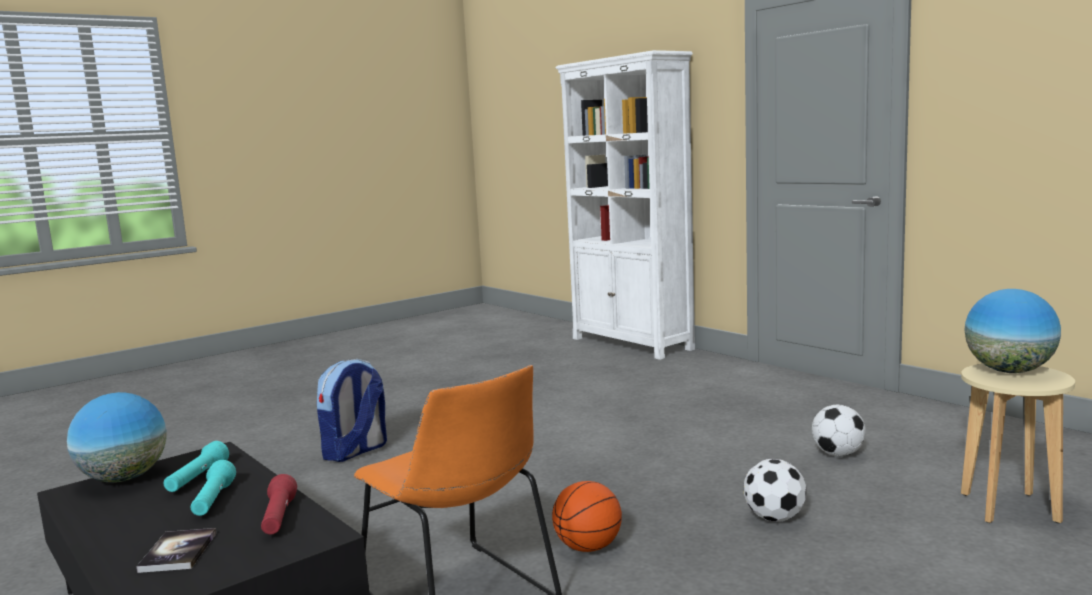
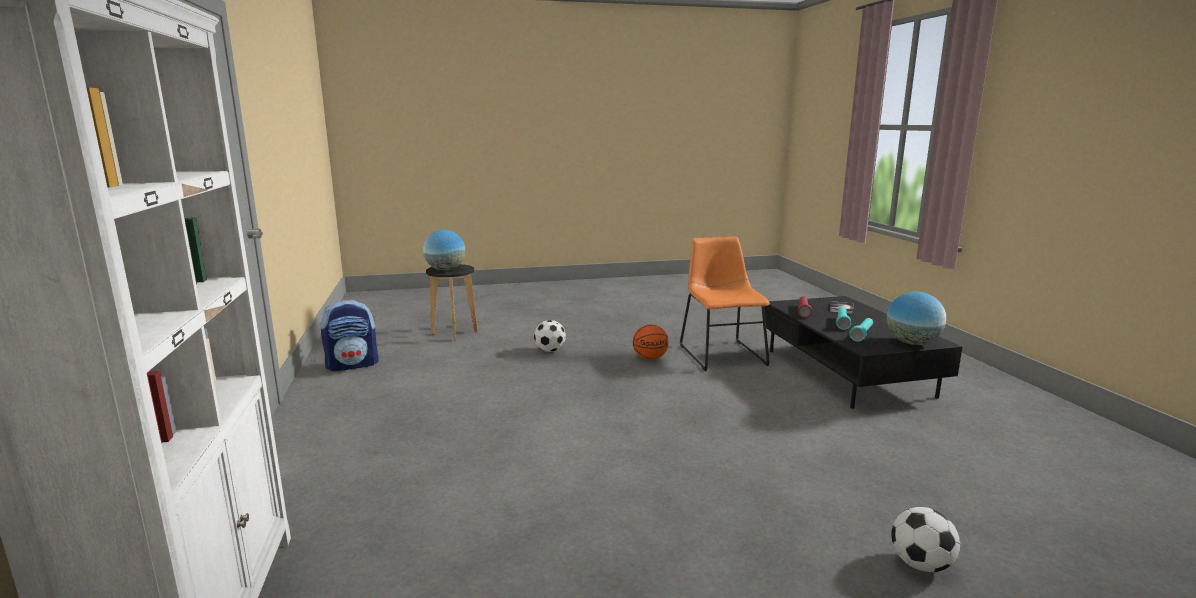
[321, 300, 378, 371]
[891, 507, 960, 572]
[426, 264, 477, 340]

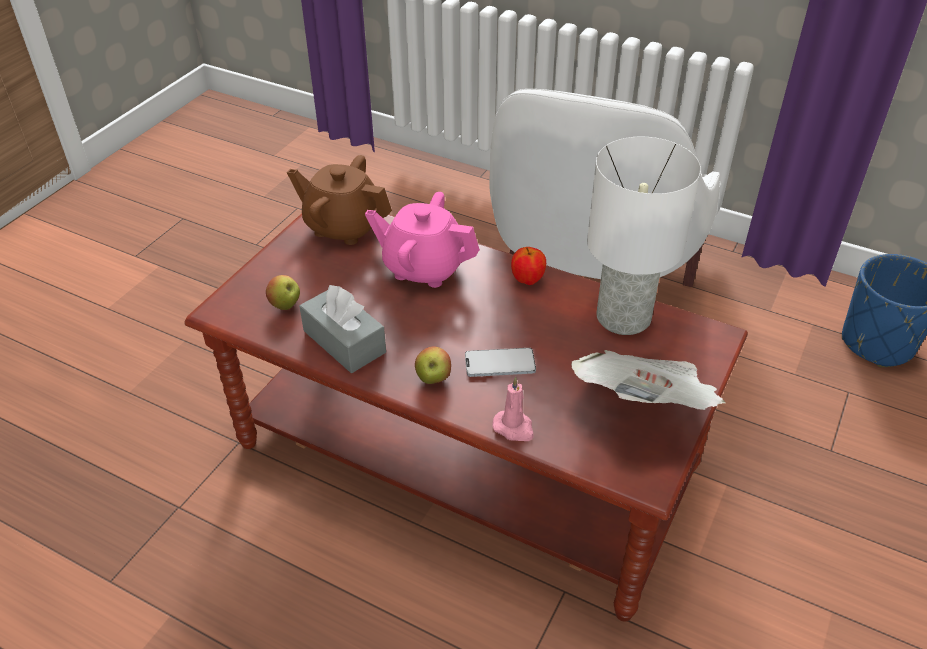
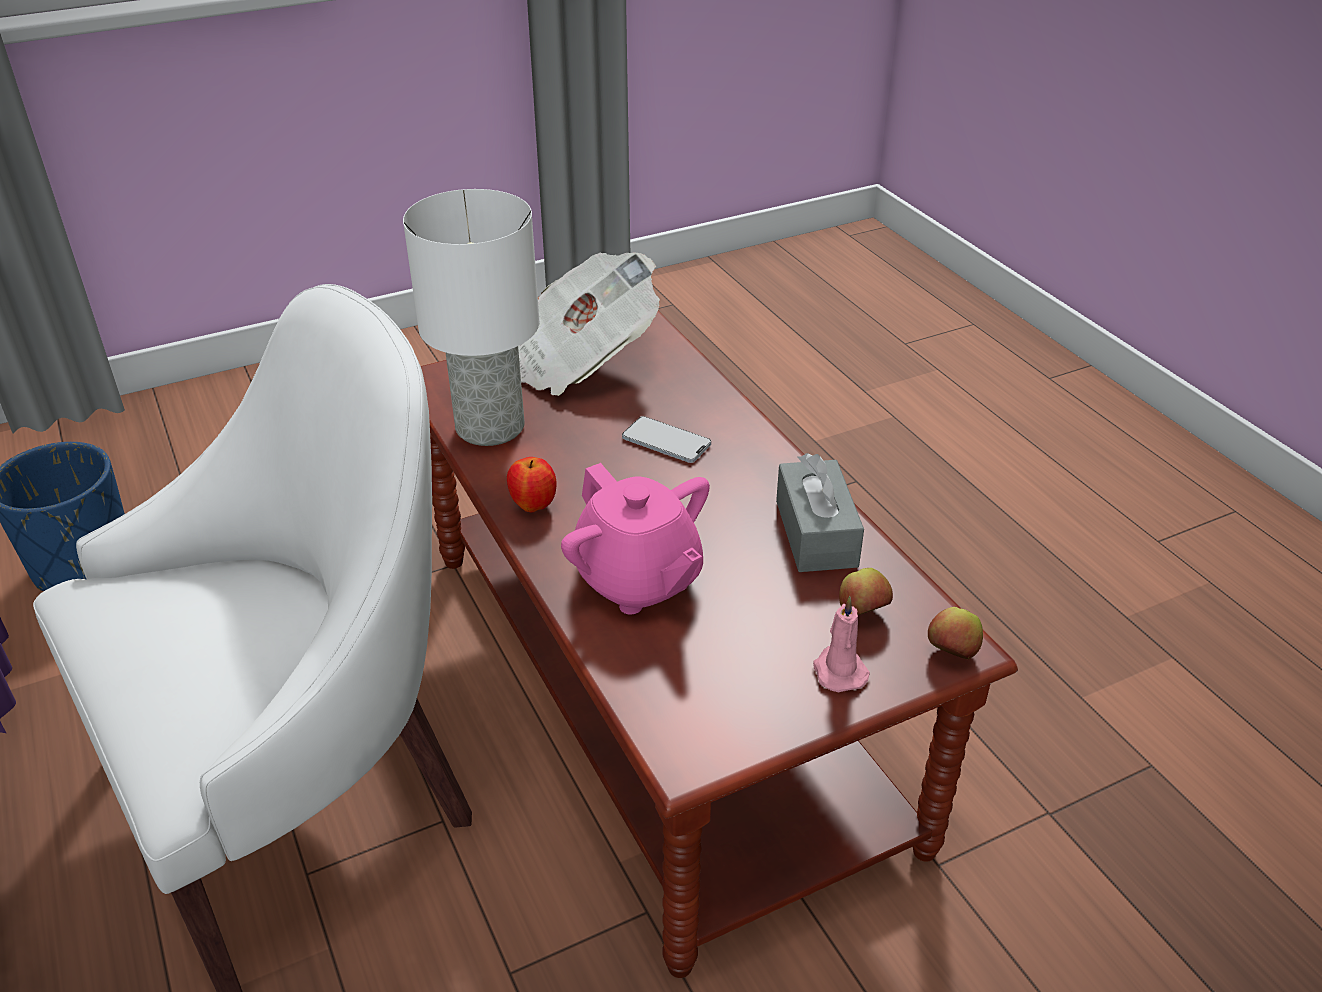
[287, 155, 392, 245] (first image)
[928, 607, 983, 659]
[813, 596, 870, 692]

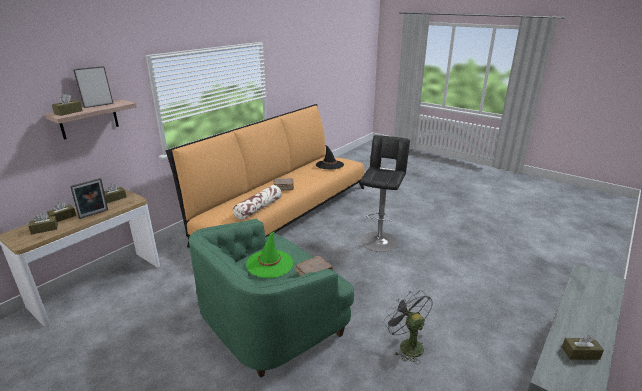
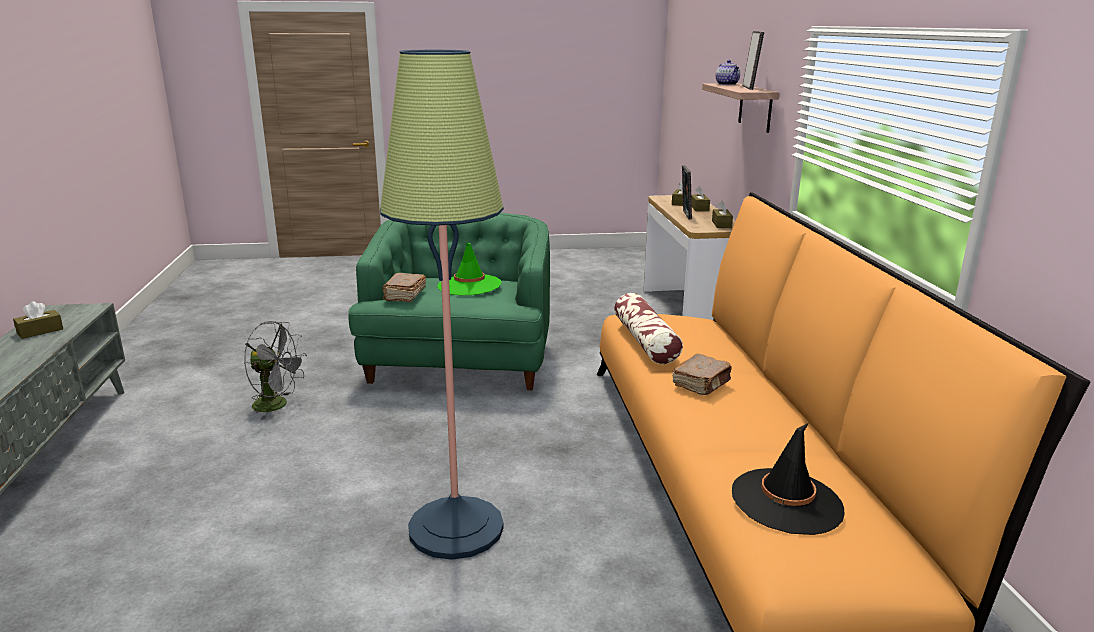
[715, 60, 740, 85]
[380, 50, 504, 560]

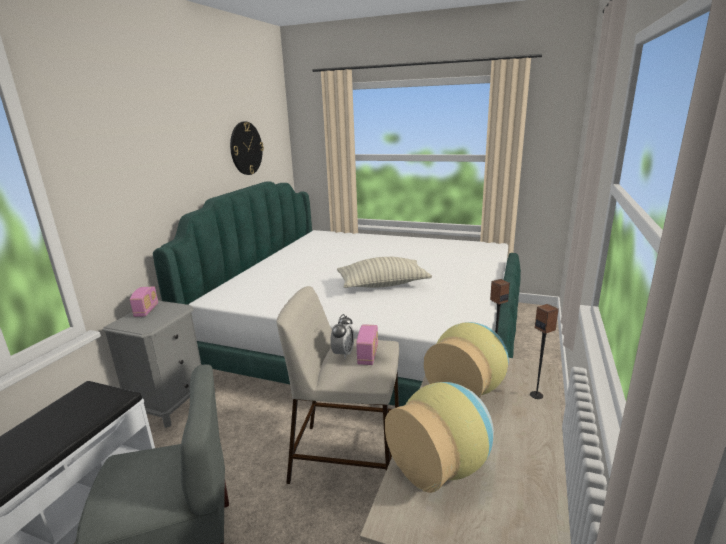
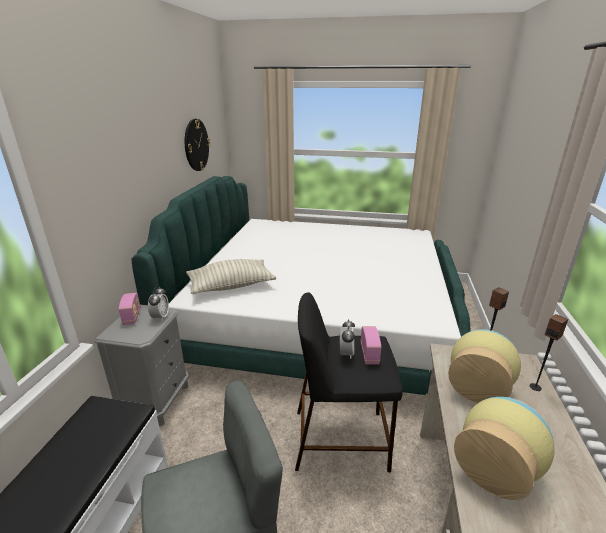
[148, 286, 169, 321]
[186, 259, 276, 294]
[295, 292, 403, 472]

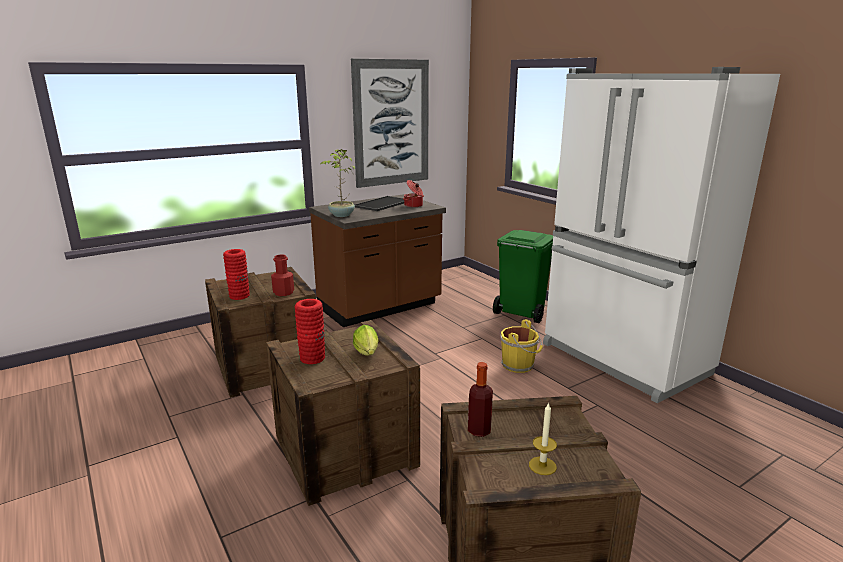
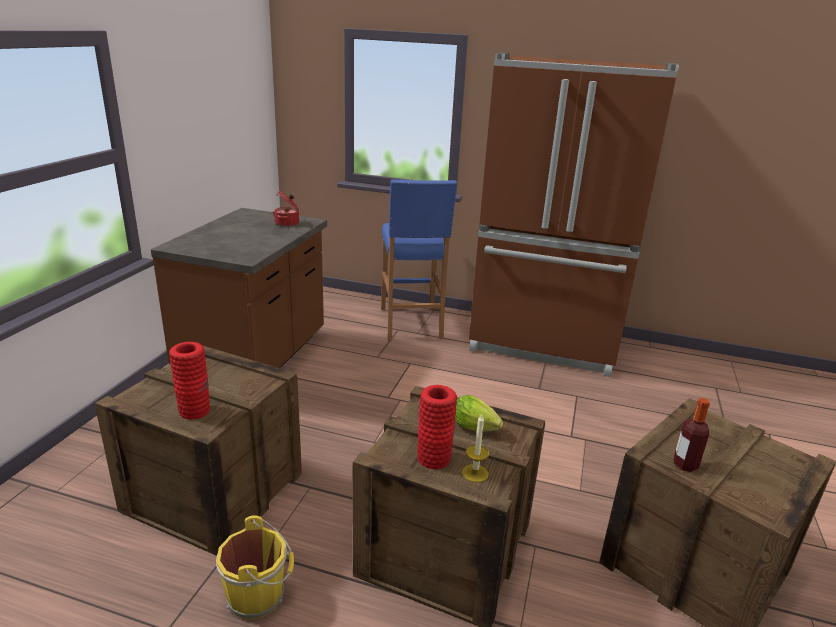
[271, 254, 294, 296] (first image)
[321, 149, 355, 217] (first image)
[351, 58, 429, 188] (first image)
[354, 196, 404, 211] (first image)
[216, 515, 294, 620]
[462, 413, 489, 482]
[381, 179, 457, 340]
[469, 53, 679, 377]

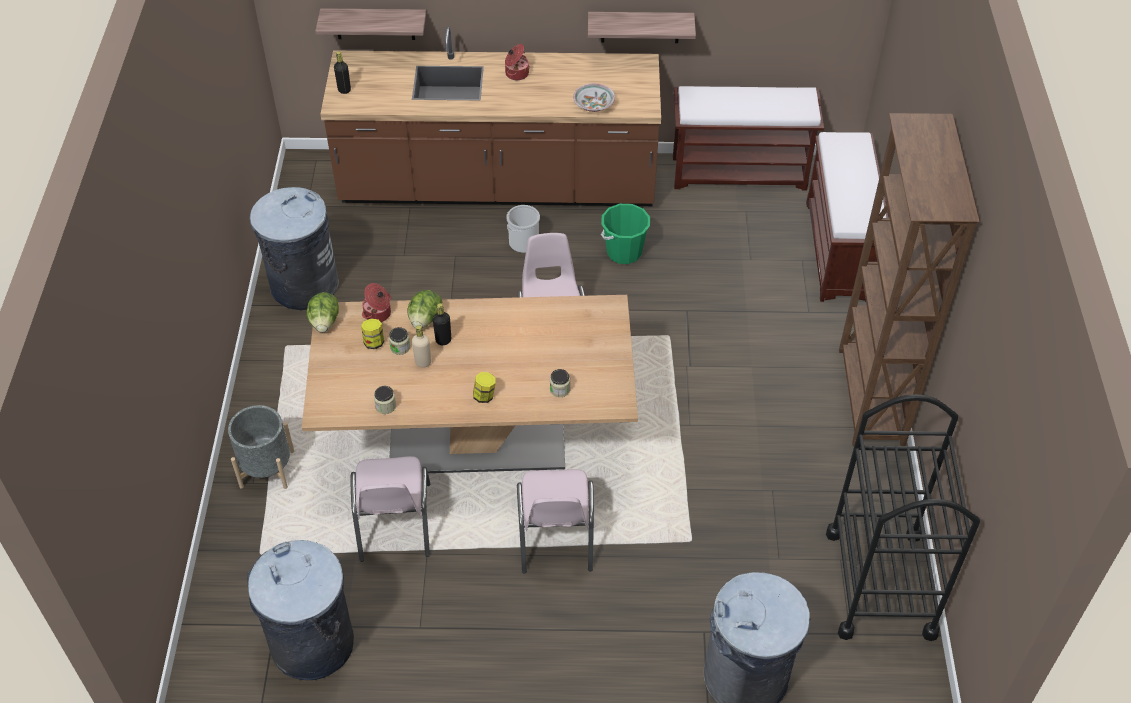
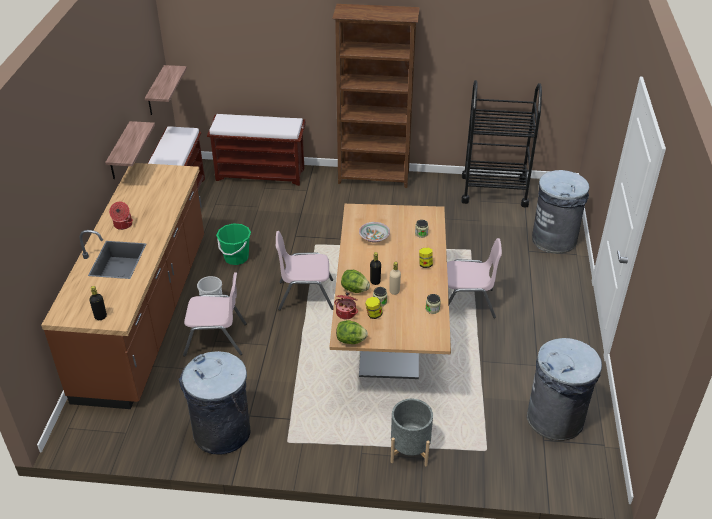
[145, 65, 187, 115]
[183, 272, 247, 357]
[359, 222, 390, 243]

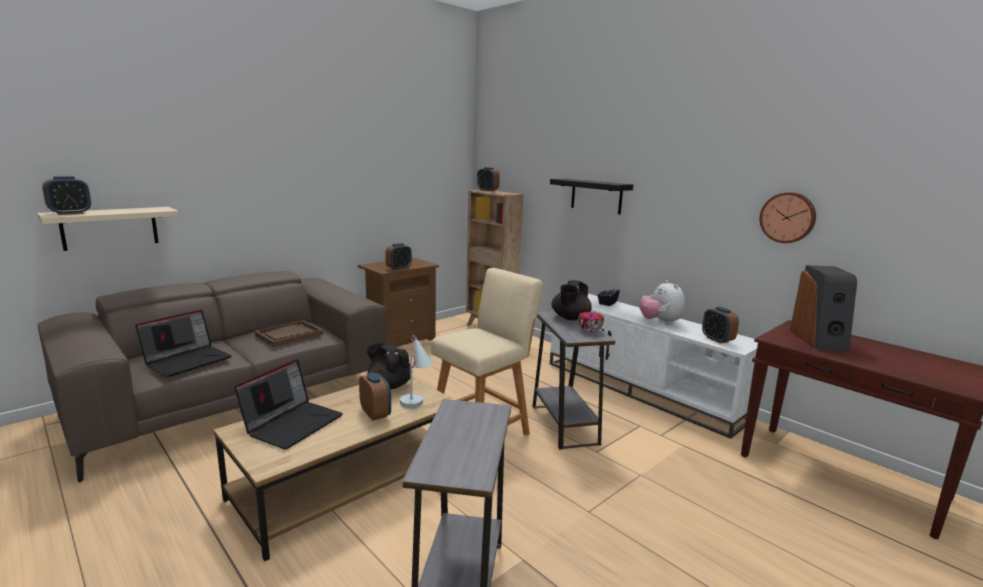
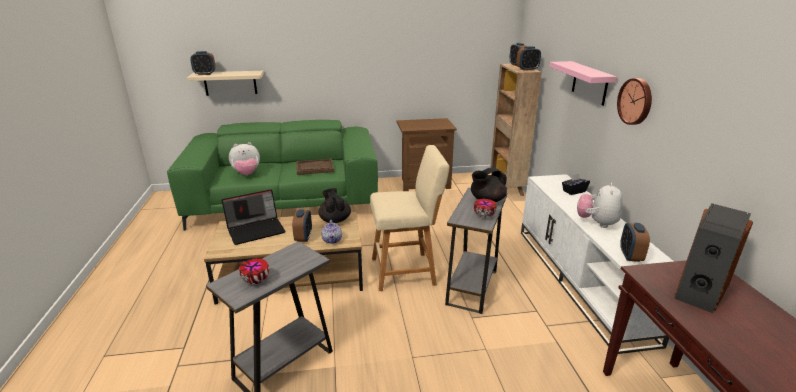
[239, 258, 269, 284]
[516, 46, 541, 71]
[617, 78, 652, 125]
[229, 142, 260, 175]
[321, 220, 342, 244]
[167, 120, 378, 231]
[549, 61, 617, 106]

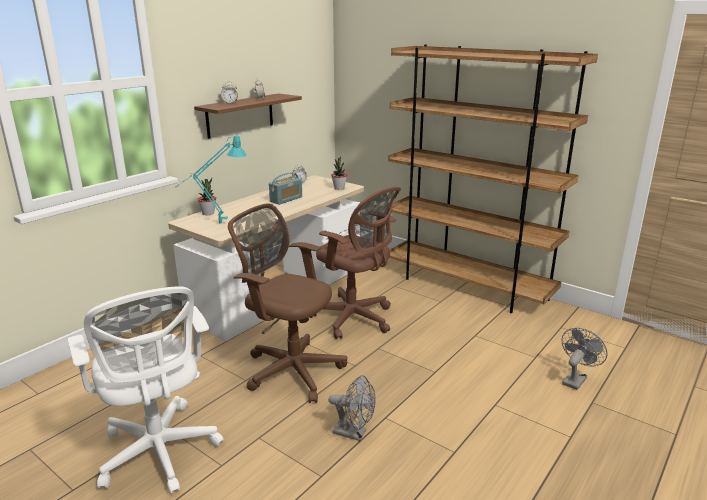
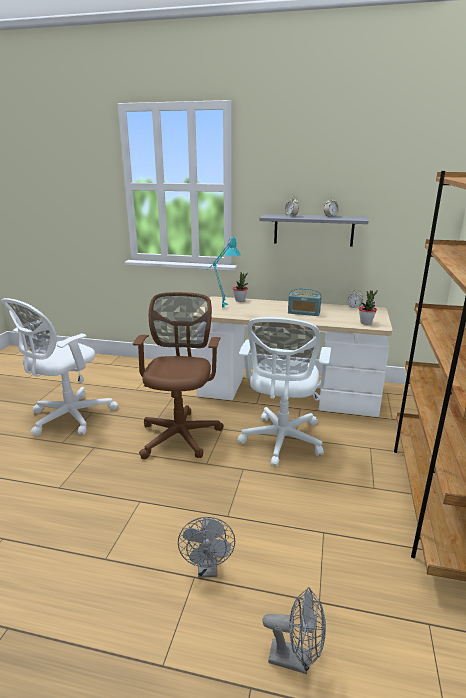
[178, 517, 235, 578]
[260, 214, 368, 247]
[237, 317, 331, 467]

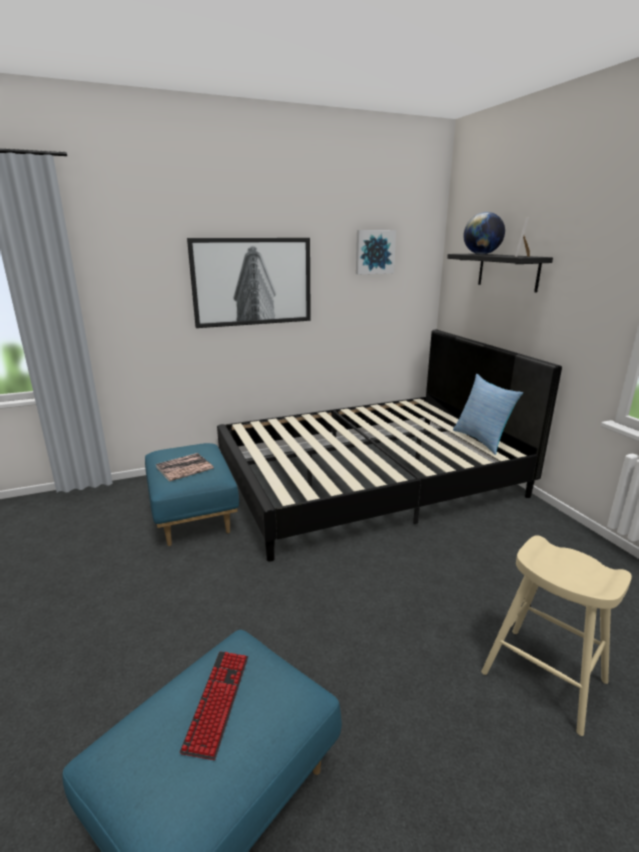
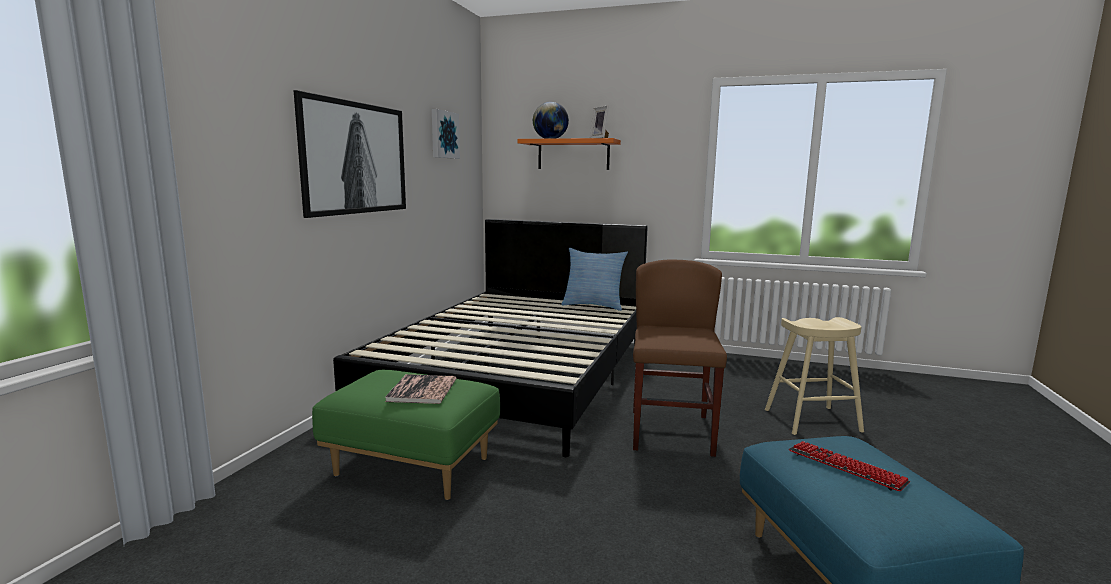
[633, 259, 727, 457]
[312, 370, 500, 500]
[518, 138, 621, 170]

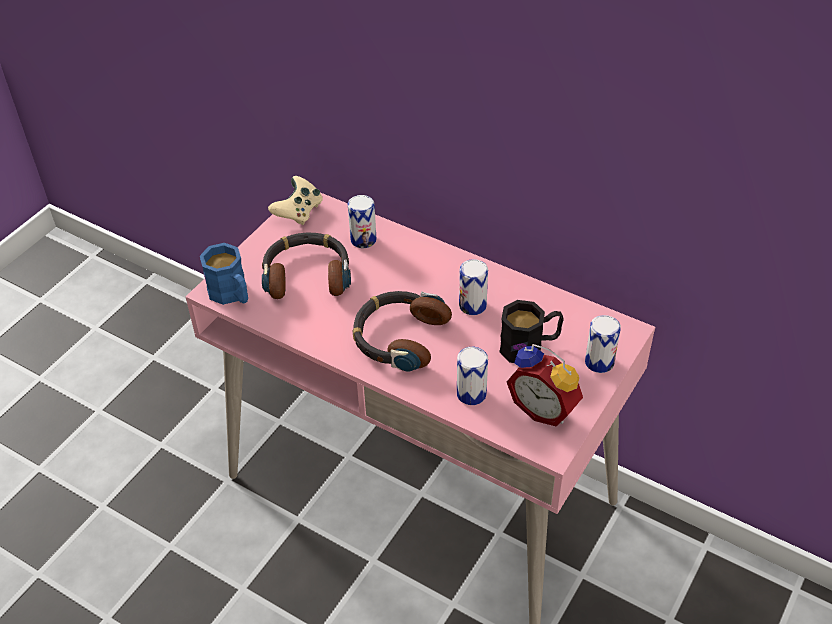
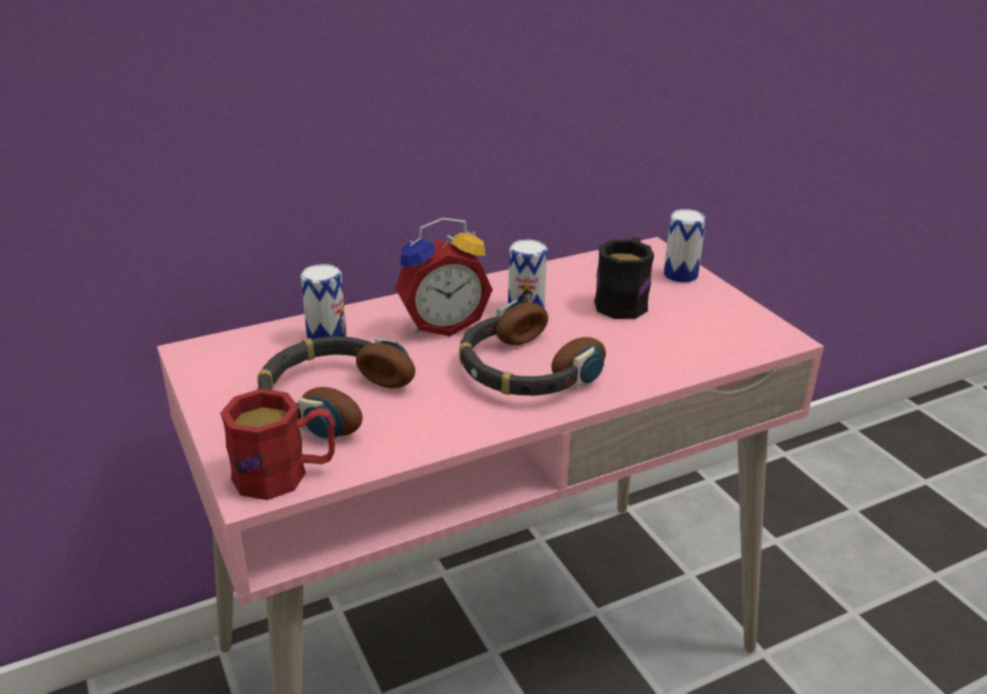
[268, 176, 323, 225] (first image)
[457, 347, 488, 405] (first image)
[395, 218, 493, 336]
[220, 389, 335, 500]

